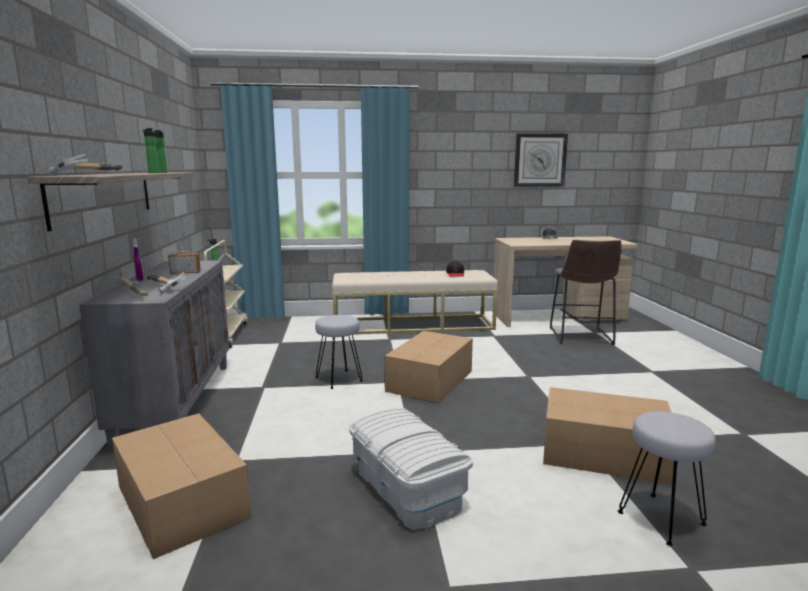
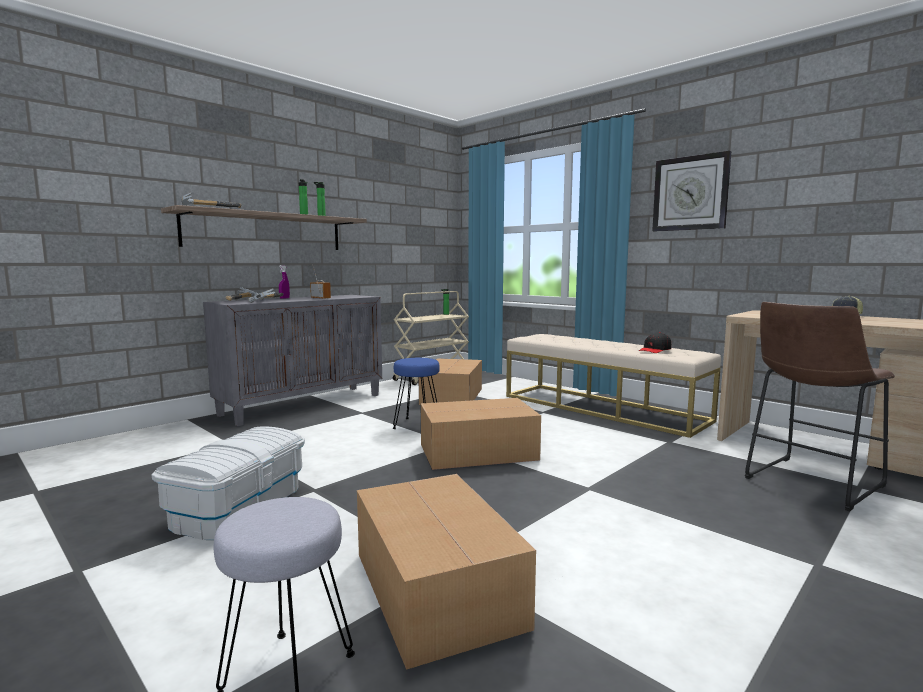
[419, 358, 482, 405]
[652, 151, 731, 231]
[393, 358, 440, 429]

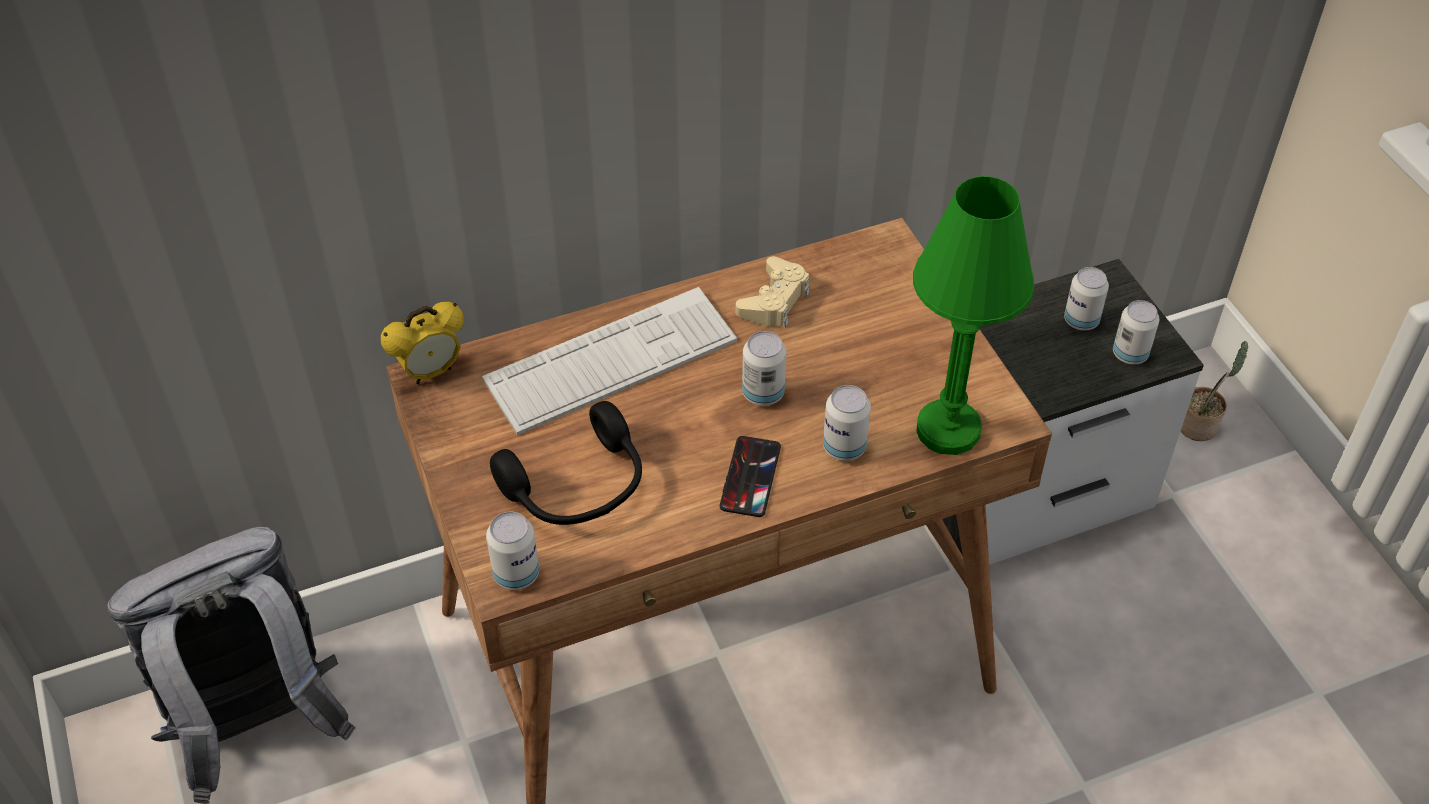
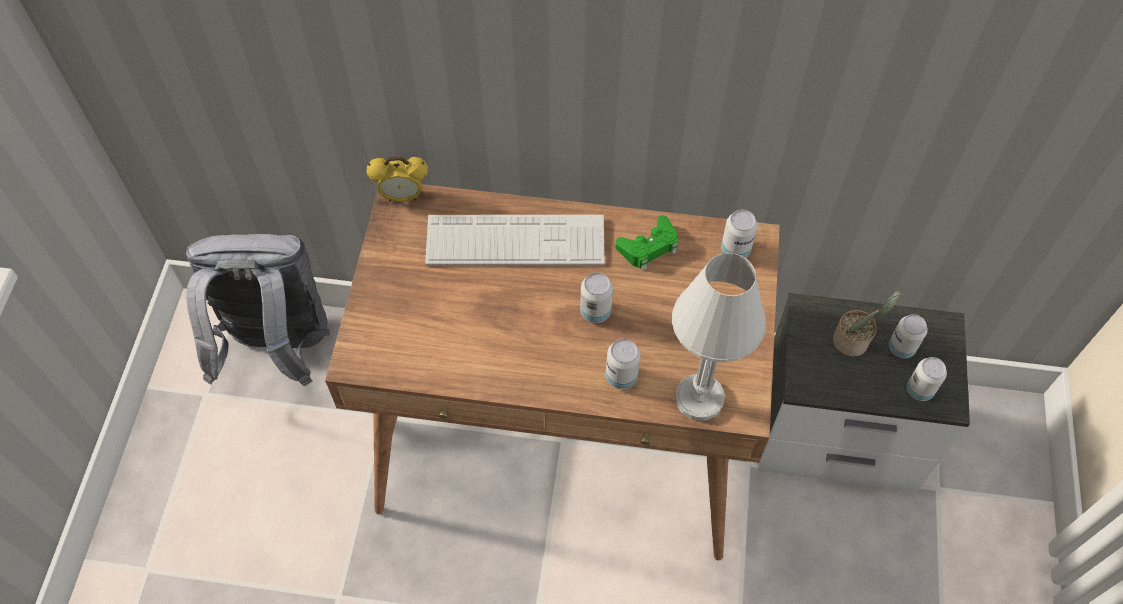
[490, 401, 642, 525] (first image)
[720, 436, 781, 517] (first image)
[721, 210, 758, 258]
[833, 291, 901, 357]
[615, 215, 678, 271]
[672, 253, 766, 421]

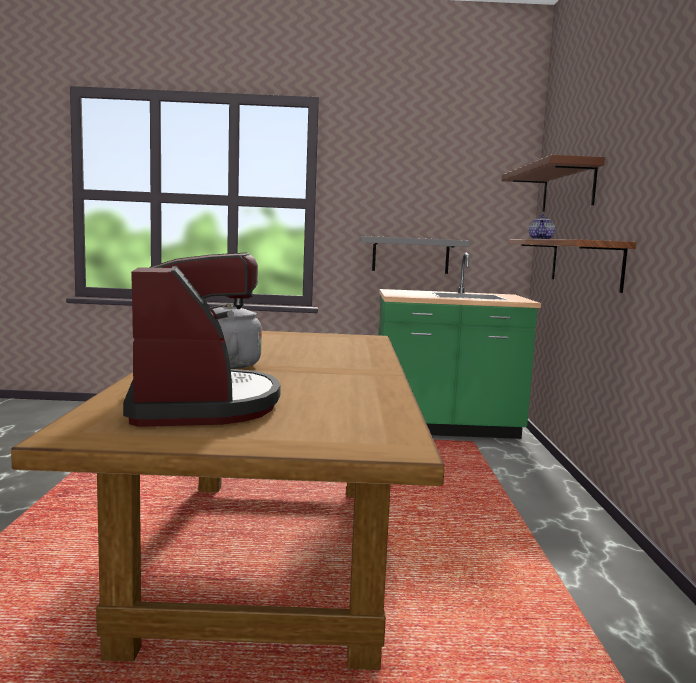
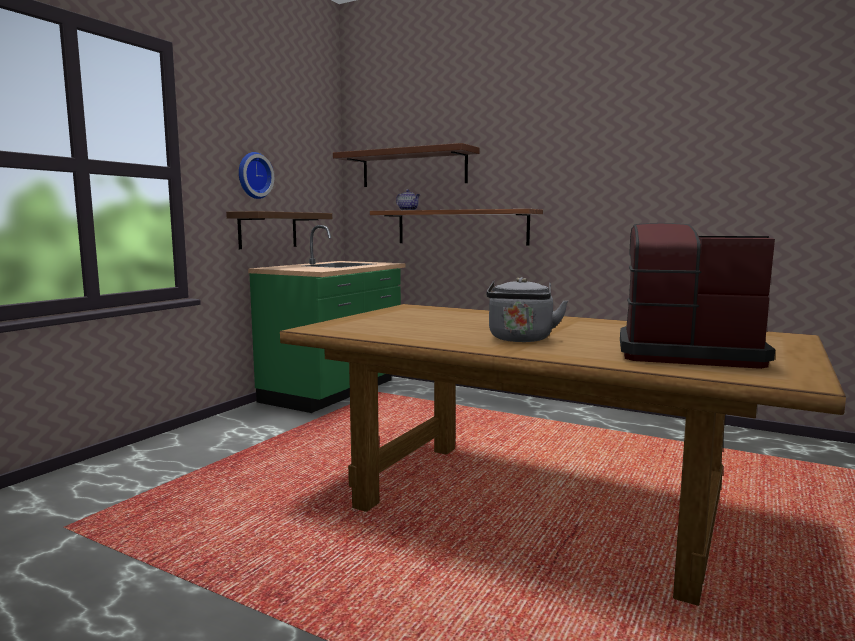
[239, 152, 274, 199]
[226, 211, 332, 249]

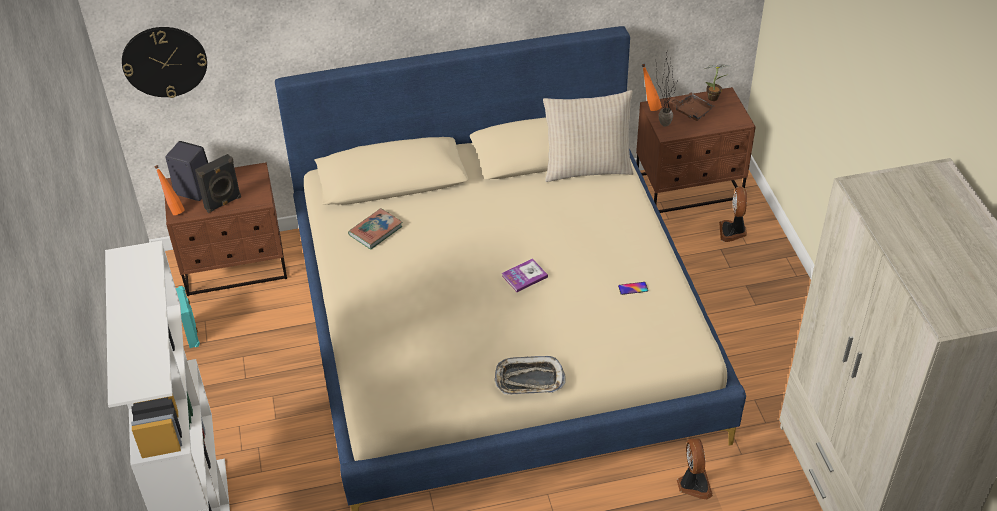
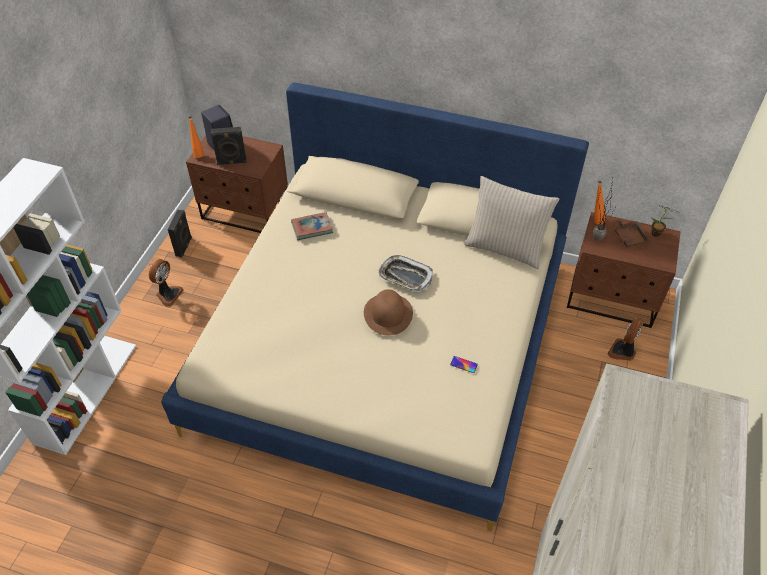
[122, 27, 207, 98] (first image)
[379, 255, 433, 291]
[149, 259, 184, 307]
[364, 289, 413, 335]
[167, 210, 192, 257]

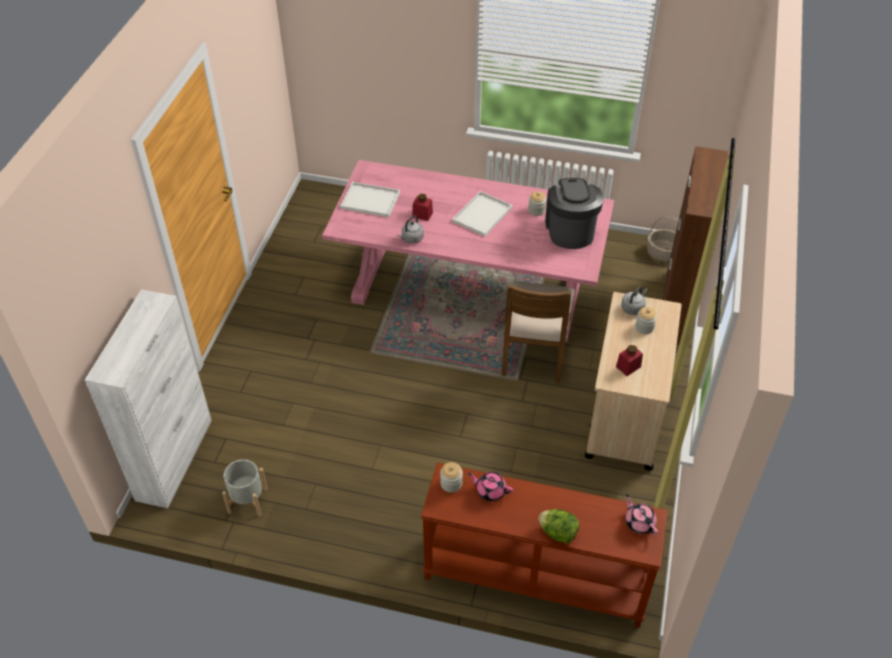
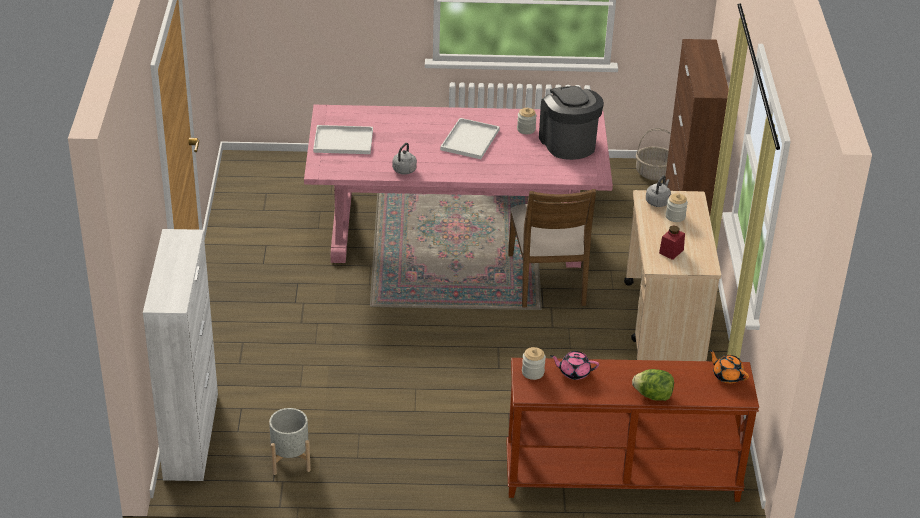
[412, 194, 433, 221] (first image)
[709, 350, 749, 383]

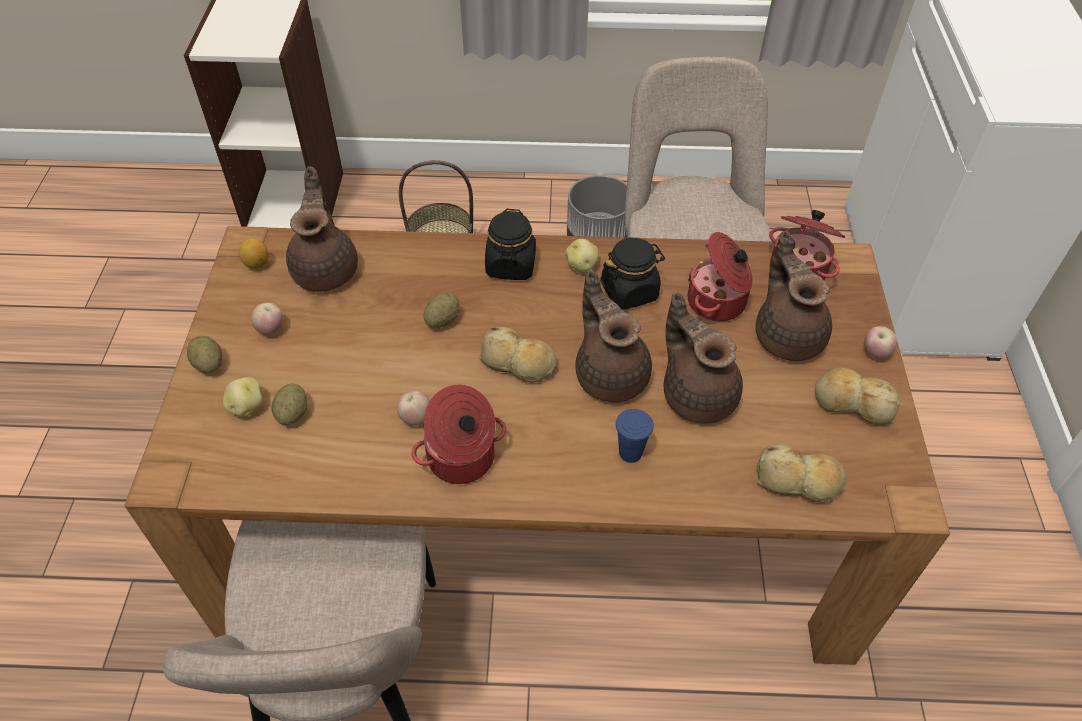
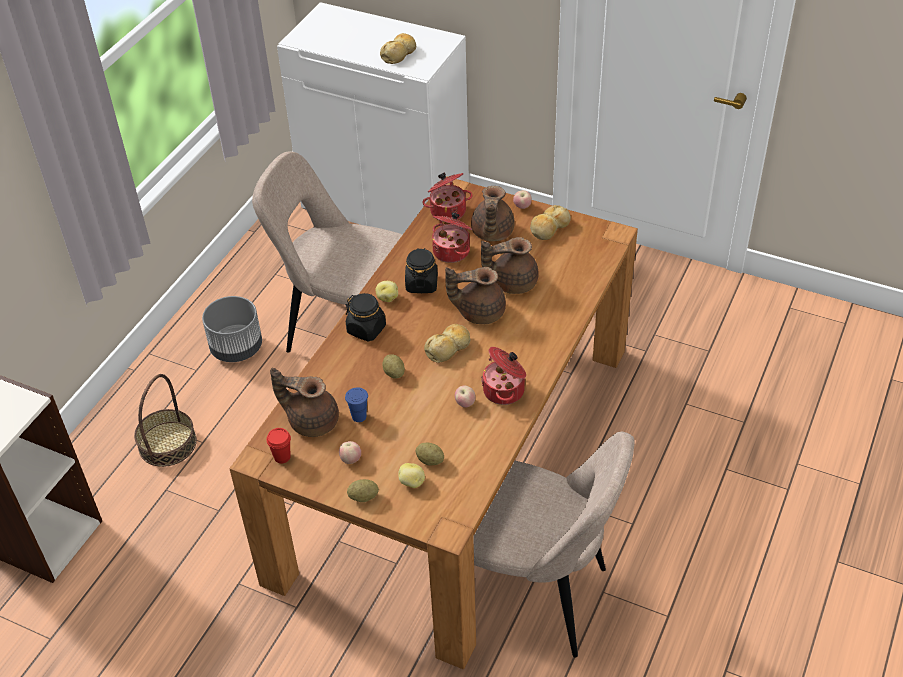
[345, 387, 368, 422]
[380, 33, 416, 64]
[266, 428, 291, 463]
[471, 186, 515, 241]

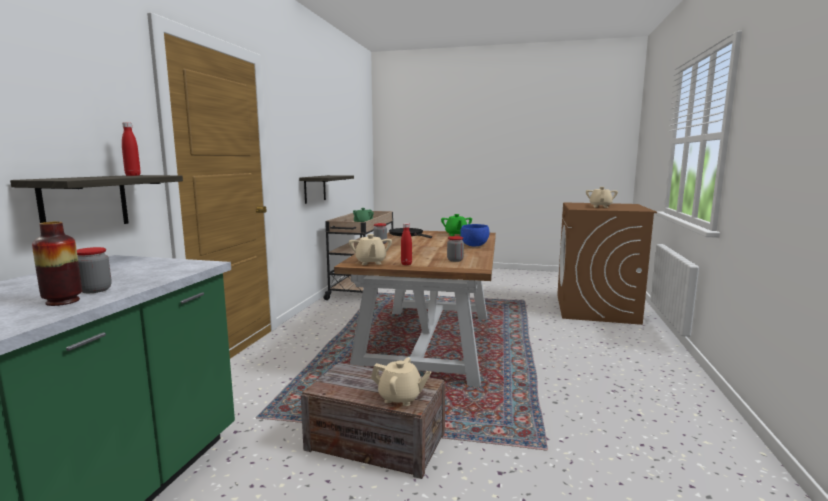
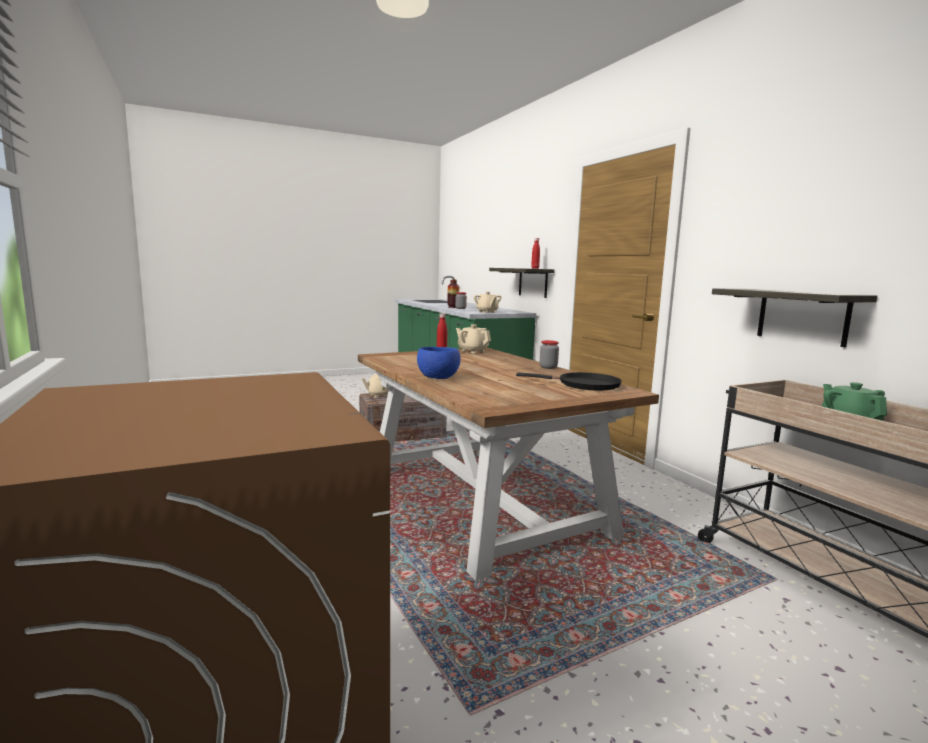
[441, 214, 472, 236] (first image)
[447, 236, 464, 262] (first image)
[474, 292, 501, 313]

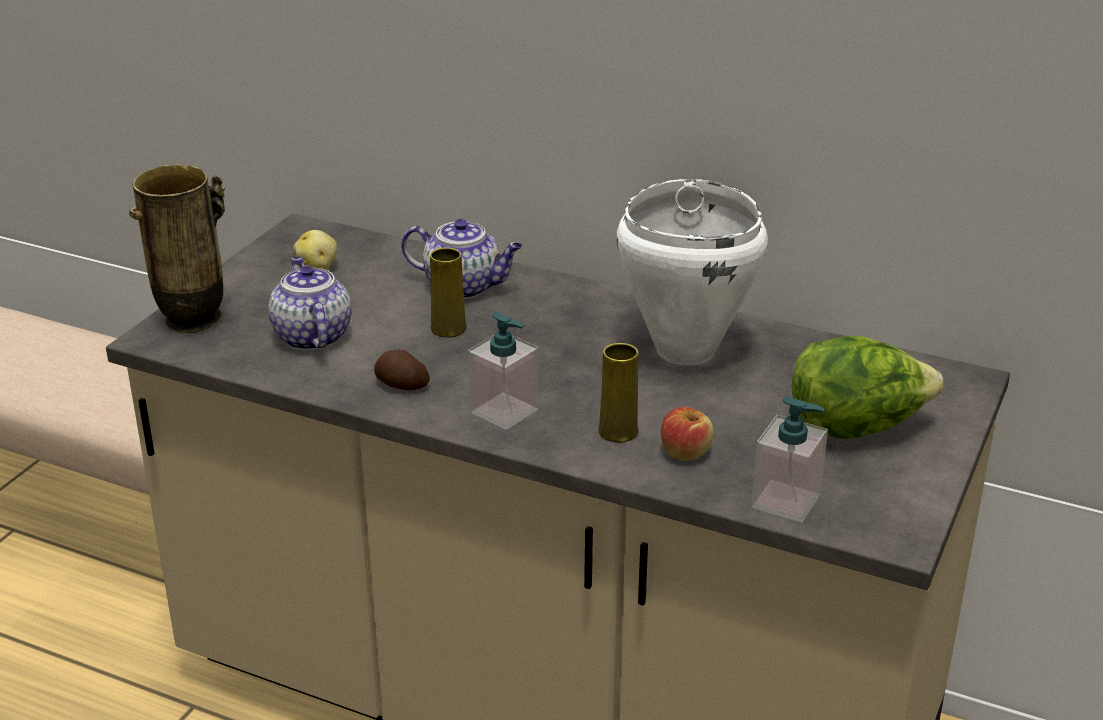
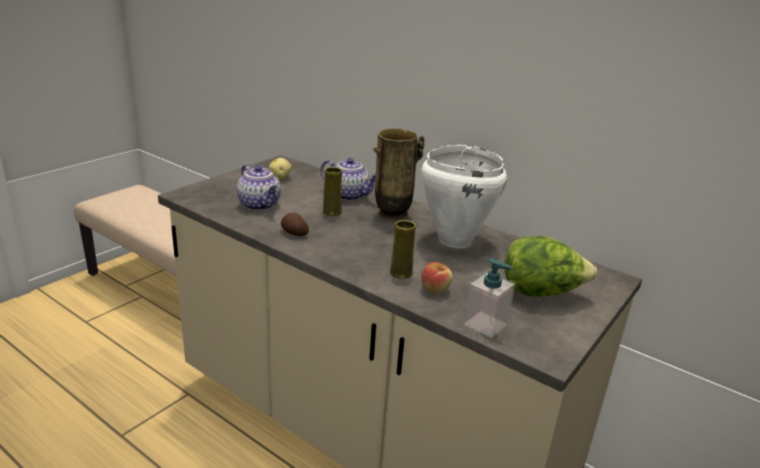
[468, 312, 539, 430] (first image)
[373, 128, 425, 221]
[237, 164, 281, 210]

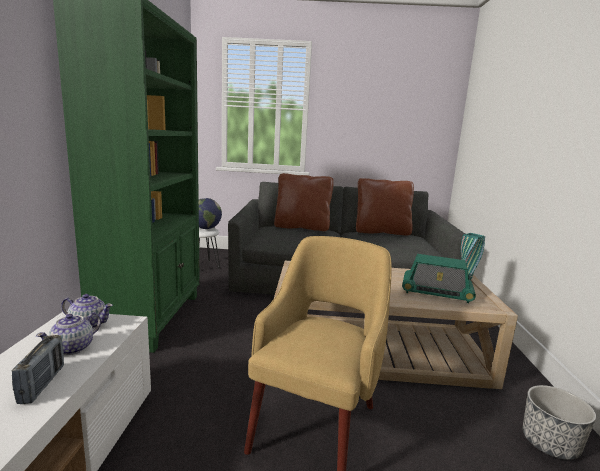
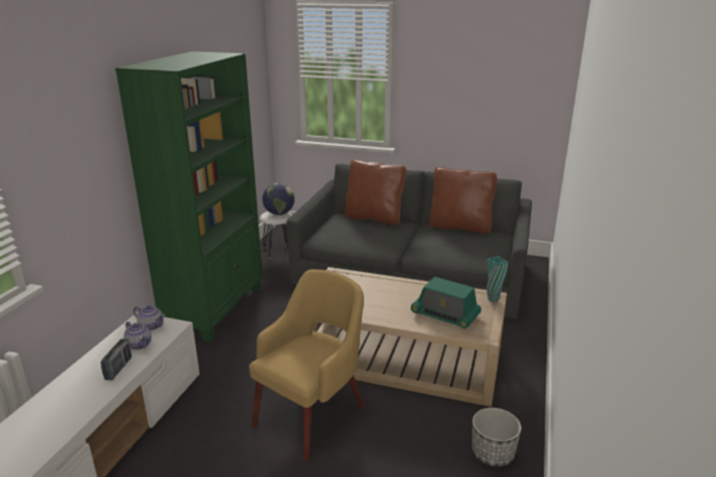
[124, 322, 151, 350]

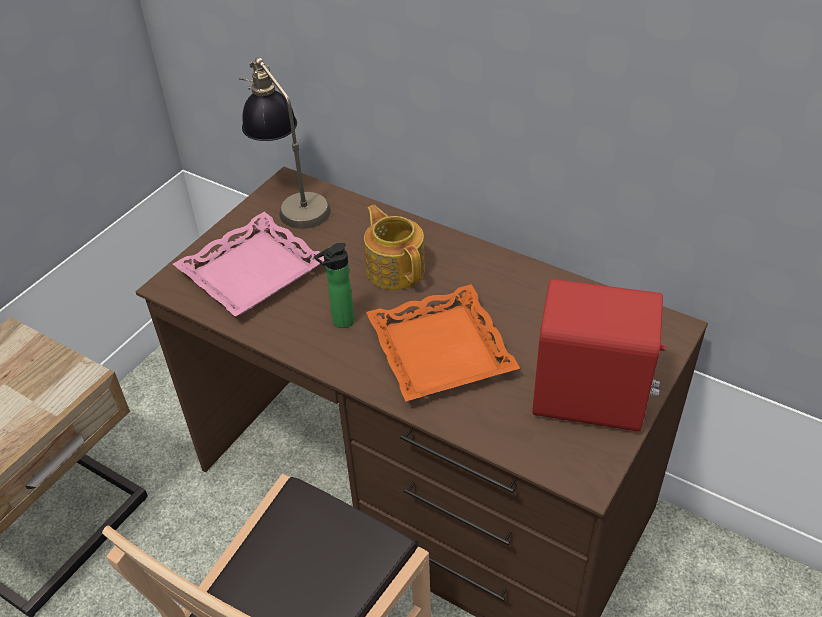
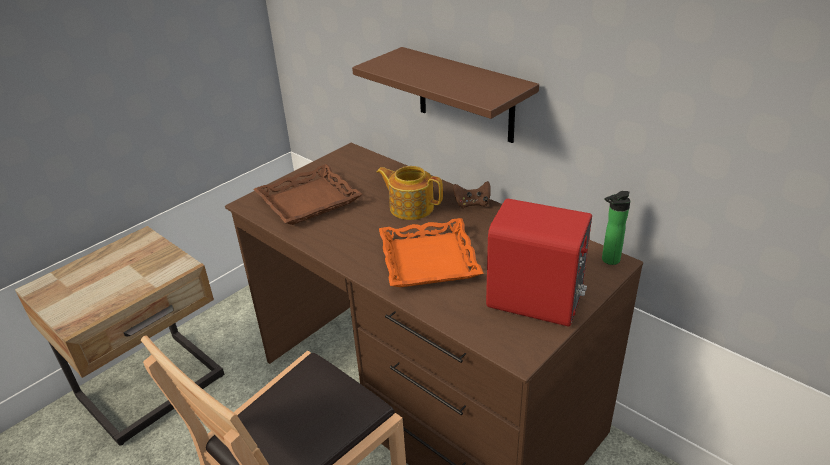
[239, 57, 331, 229] (first image)
[352, 47, 539, 143]
[453, 181, 491, 209]
[602, 191, 630, 265]
[254, 164, 363, 225]
[377, 166, 443, 220]

